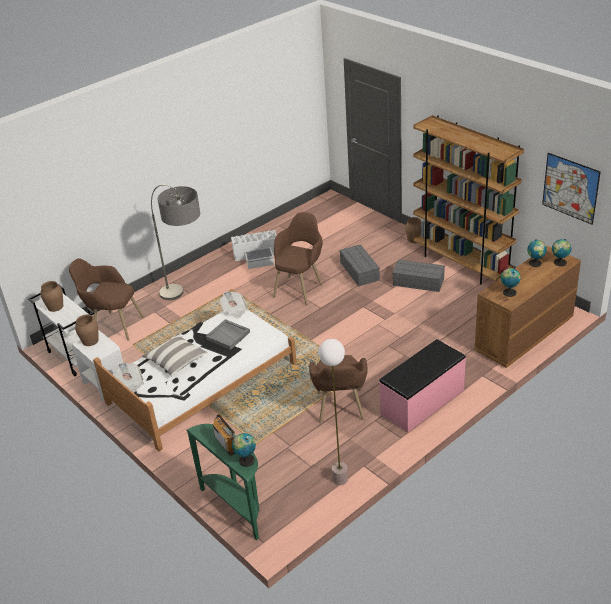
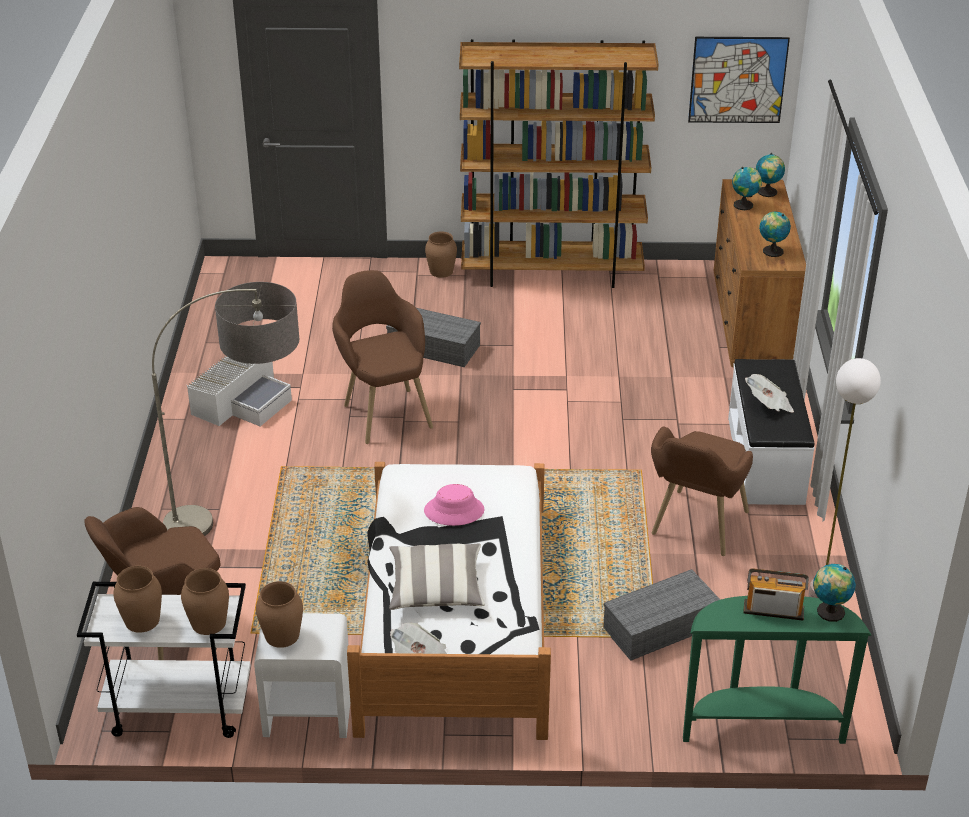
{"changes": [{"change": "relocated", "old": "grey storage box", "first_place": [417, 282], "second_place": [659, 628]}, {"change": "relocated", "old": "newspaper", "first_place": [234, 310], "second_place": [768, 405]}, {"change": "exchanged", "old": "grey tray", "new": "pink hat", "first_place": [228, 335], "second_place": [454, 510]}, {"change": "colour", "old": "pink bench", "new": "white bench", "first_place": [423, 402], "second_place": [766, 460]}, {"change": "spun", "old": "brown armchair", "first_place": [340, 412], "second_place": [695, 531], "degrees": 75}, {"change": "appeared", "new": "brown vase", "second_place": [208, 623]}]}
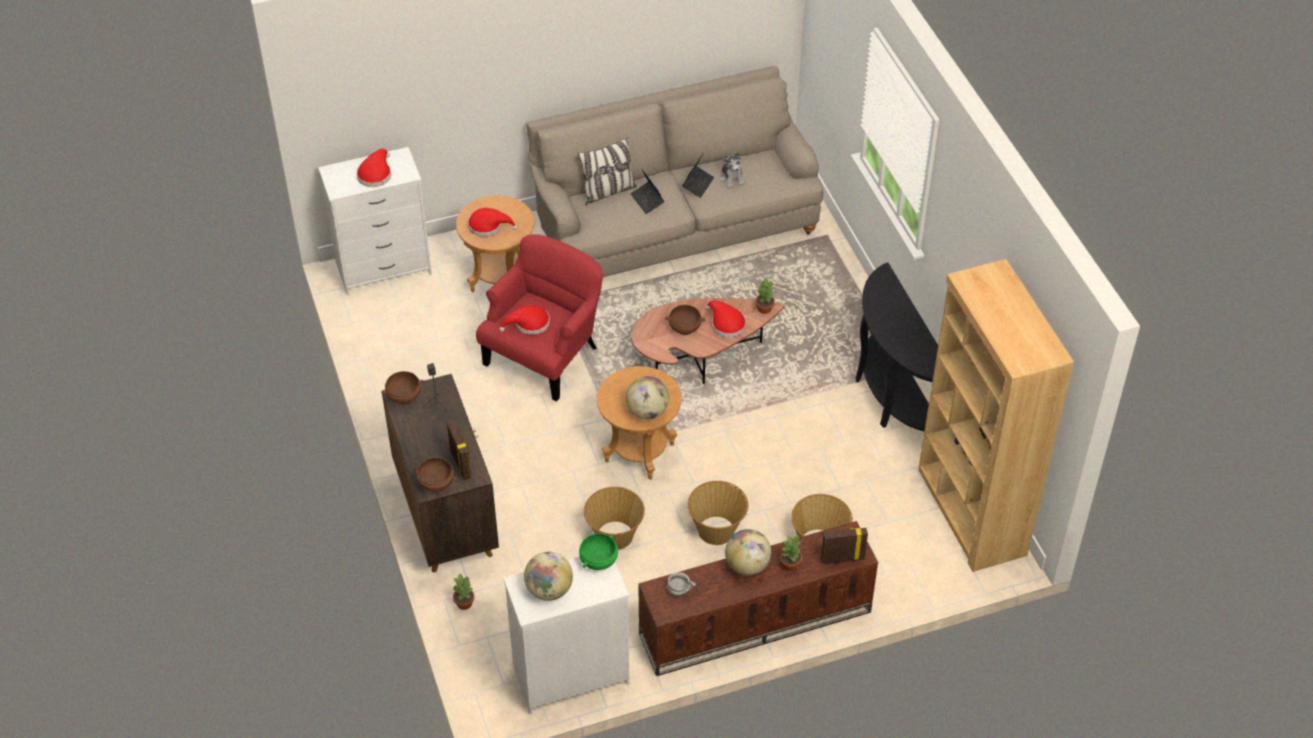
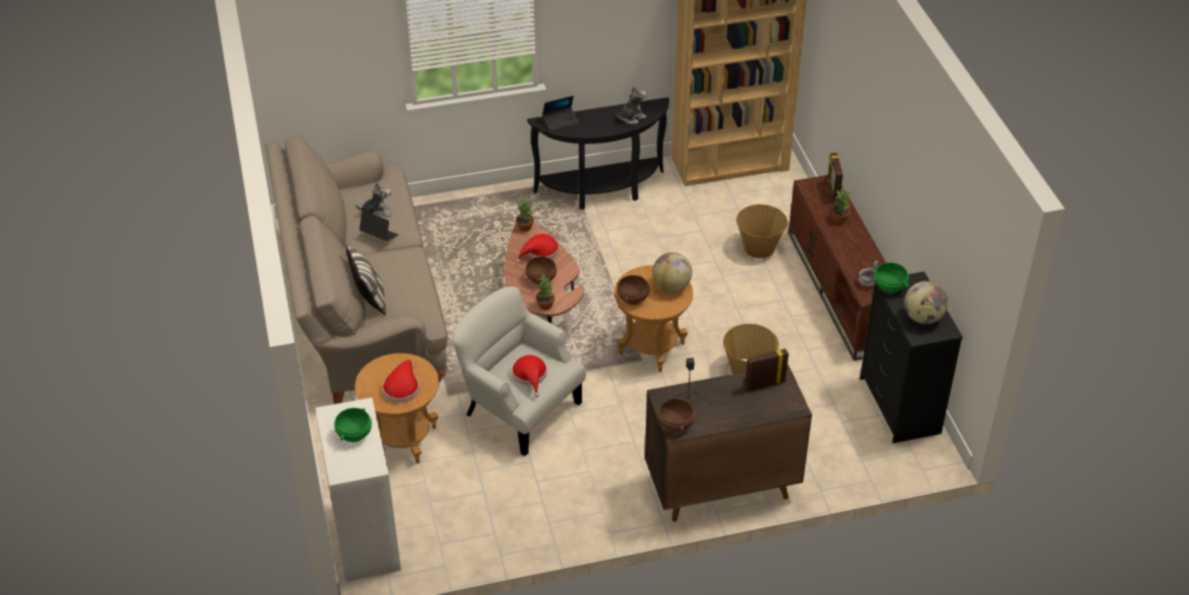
{"changes": [{"change": "exchanged", "old": "red hat", "new": "green bowl", "first_place": [375, 174], "second_place": [354, 434]}, {"change": "relocated", "old": "laptop", "first_place": [647, 200], "second_place": [560, 121]}, {"change": "colour", "old": "red armchair", "new": "white armchair", "first_place": [545, 355], "second_place": [519, 408]}, {"change": "relocated", "old": "brown bowl", "first_place": [436, 484], "second_place": [633, 298]}, {"change": "missing", "old": "basket", "first_place": [717, 530]}, {"change": "missing", "old": "globe", "first_place": [747, 565]}, {"change": "colour", "old": "white dresser", "new": "black dresser", "first_place": [571, 675], "second_place": [899, 405]}, {"change": "relocated", "old": "potted plant", "first_place": [464, 603], "second_place": [545, 305]}, {"change": "appeared", "new": "plush toy", "second_place": [631, 117]}]}
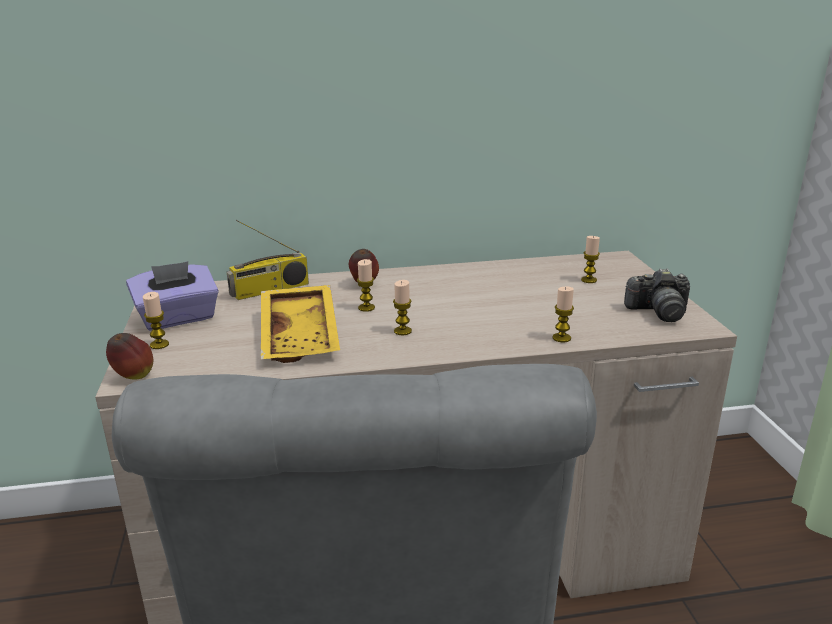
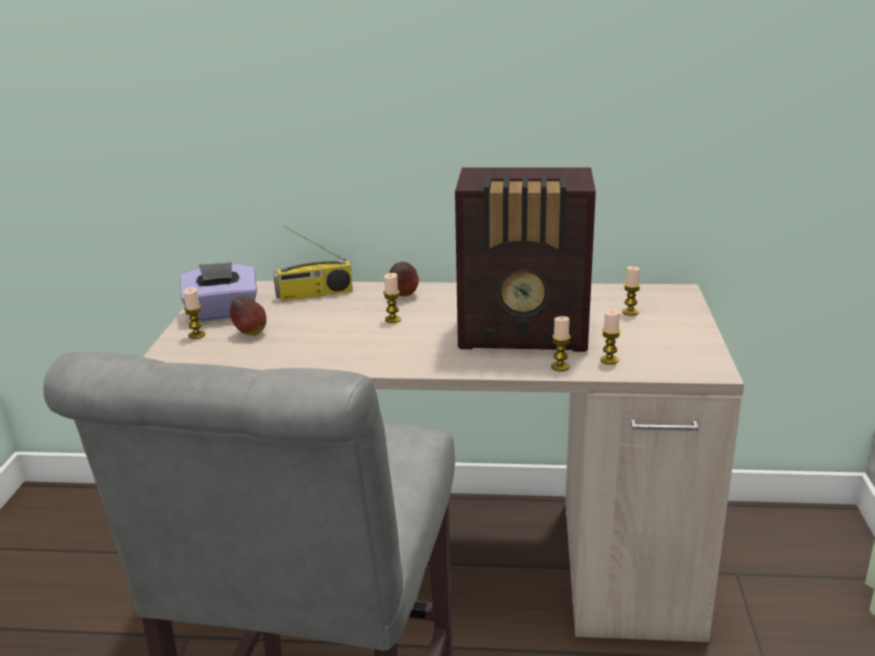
{"changes": [{"change": "missing", "old": "photo camera", "first_place": [658, 312]}, {"change": "relocated", "old": "candle", "first_place": [402, 331], "second_place": [609, 360]}, {"change": "missing", "old": "yellow tray", "first_place": [302, 336]}, {"change": "relocated", "old": "apple", "first_place": [133, 377], "second_place": [250, 334]}, {"change": "appeared", "new": "radio", "second_place": [526, 334]}]}
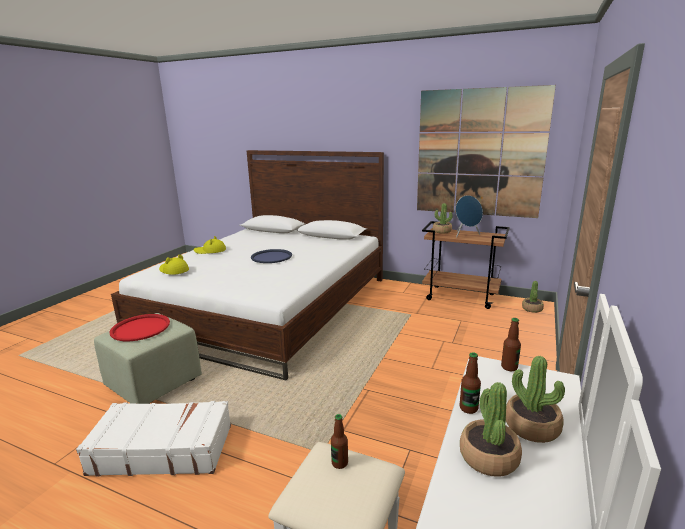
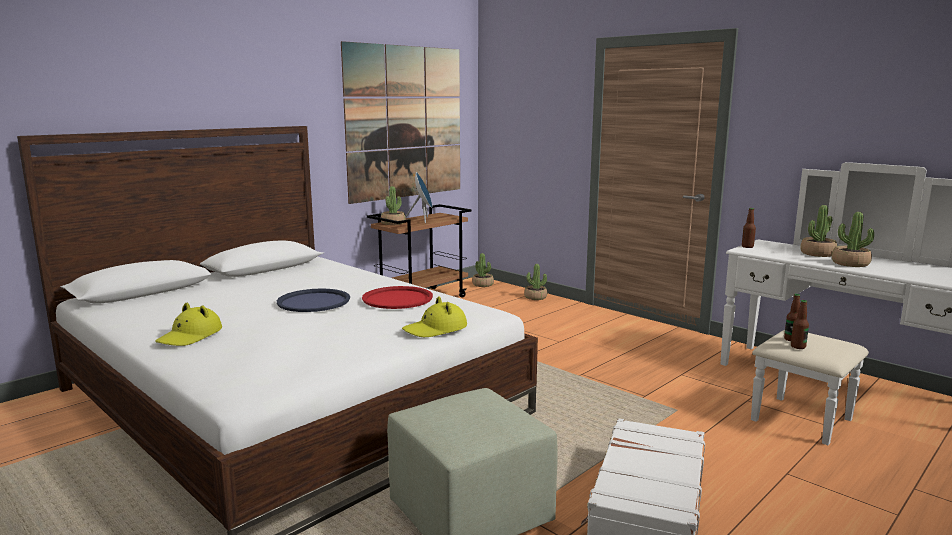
{"changes": [{"change": "relocated", "old": "yellow hat", "first_place": [173, 270], "second_place": [435, 329]}, {"change": "relocated", "old": "red tray", "first_place": [140, 328], "second_place": [397, 299]}, {"change": "relocated", "old": "bottle", "first_place": [468, 408], "second_place": [798, 347]}, {"change": "appeared", "new": "potted plant", "second_place": [535, 297]}]}
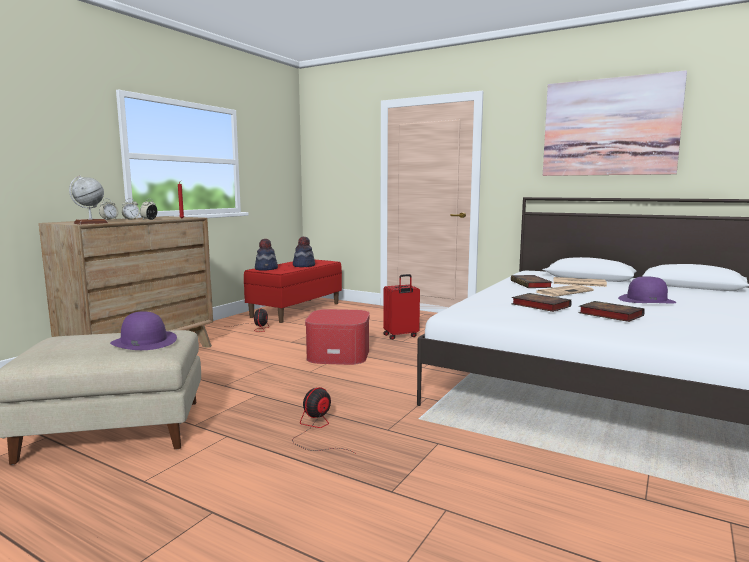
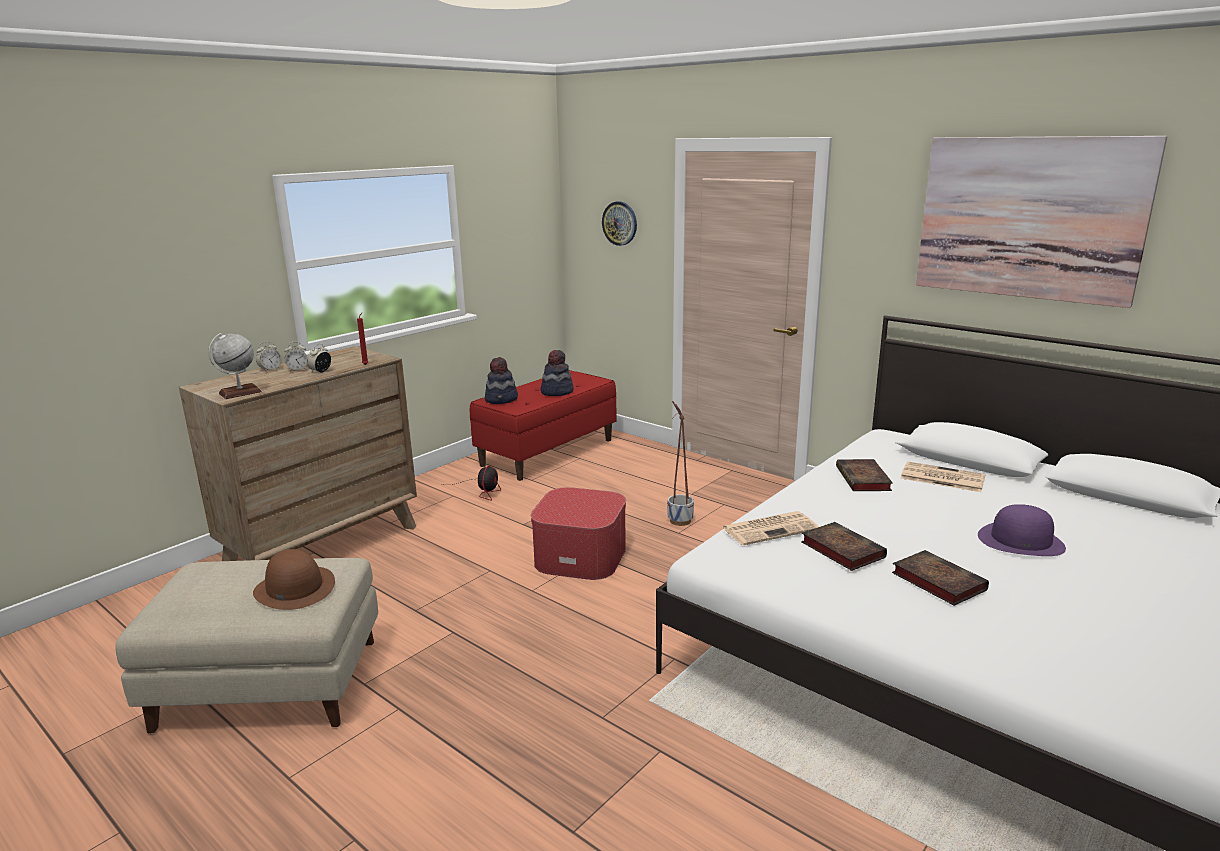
{"changes": [{"change": "exchanged", "old": "red suitcase", "new": "planter", "first_place": [401, 336], "second_place": [680, 521]}, {"change": "relocated", "old": "newspaper", "first_place": [564, 291], "second_place": [770, 528]}, {"change": "colour", "old": "purple hat", "new": "brown hat", "first_place": [144, 341], "second_place": [294, 588]}, {"change": "missing", "old": "fan", "first_place": [317, 430]}, {"change": "appeared", "new": "wall clock", "second_place": [620, 223]}]}
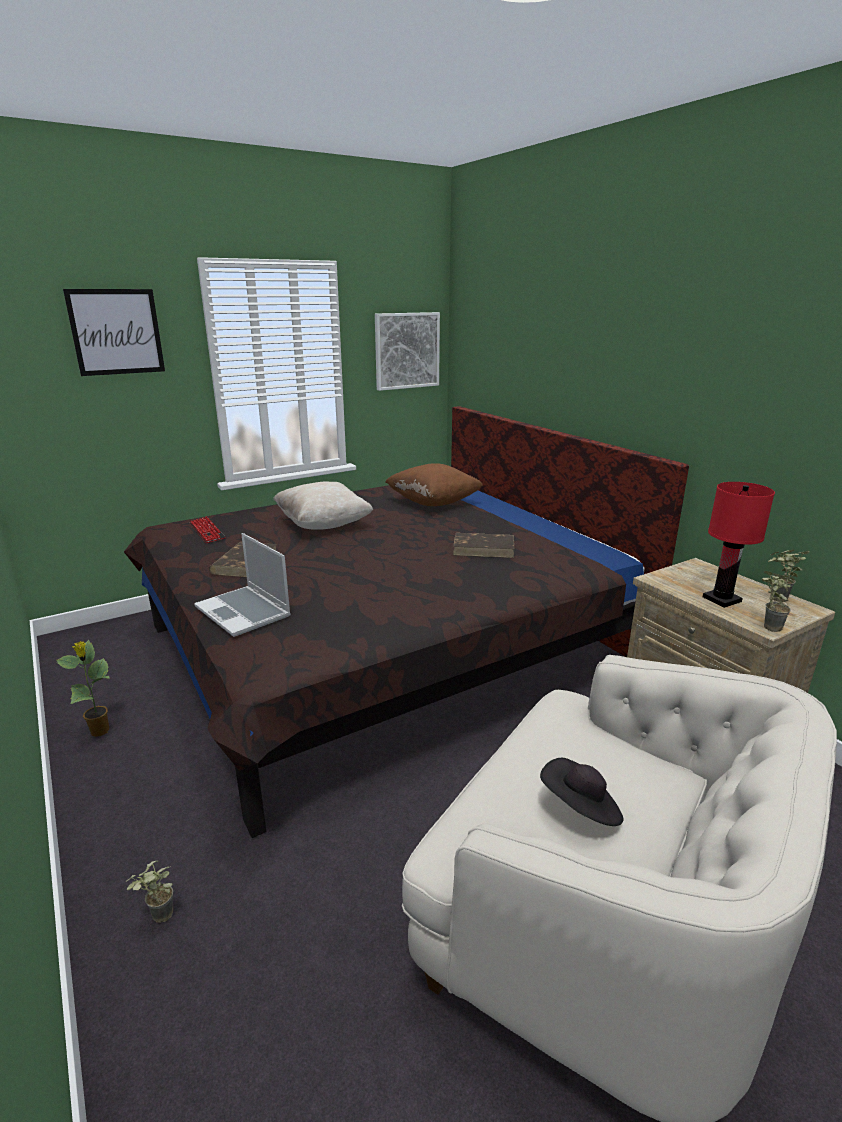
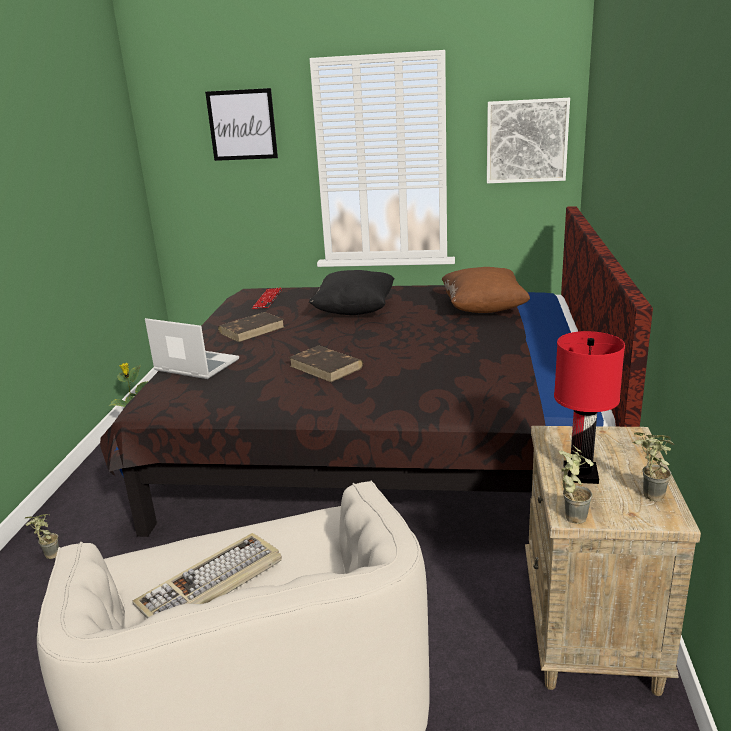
{"changes": [{"change": "colour", "old": "beige pillow", "new": "black pillow", "first_place": [323, 524], "second_place": [354, 311]}, {"change": "spun", "old": "laptop", "first_place": [244, 612], "second_place": [195, 366], "degrees": 120}, {"change": "relocated", "old": "brown book", "first_place": [484, 548], "second_place": [326, 367]}, {"change": "exchanged", "old": "black hat", "new": "keyboard", "first_place": [580, 809], "second_place": [211, 584]}]}
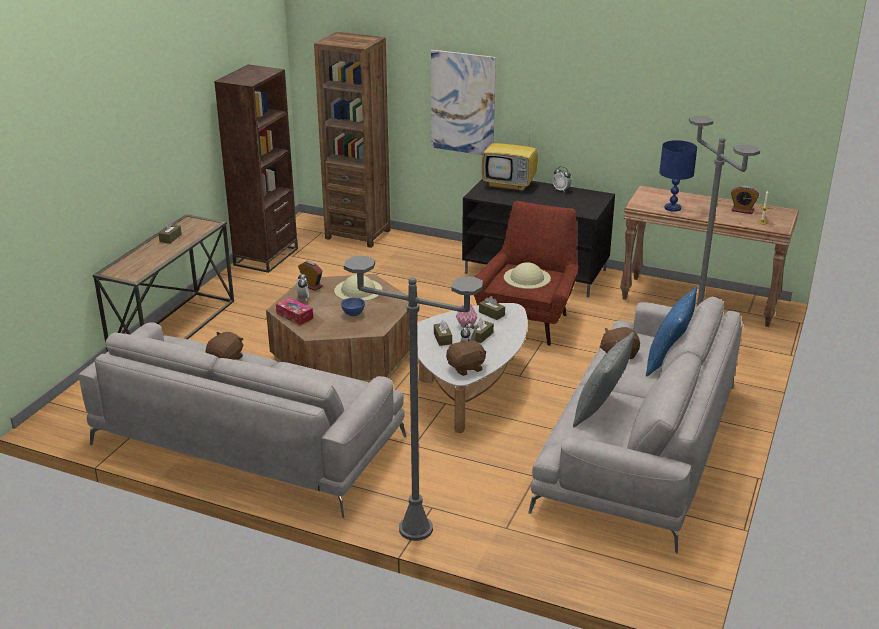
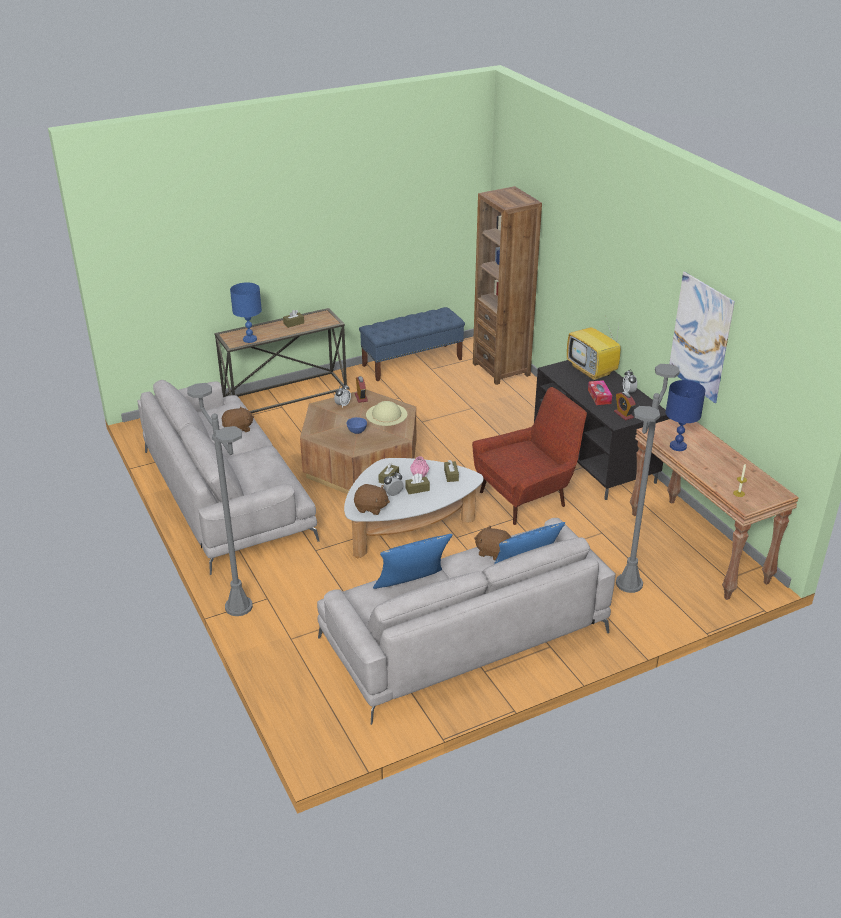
{"changes": [{"change": "relocated", "old": "picture", "first_place": [462, 103], "second_place": [700, 337]}, {"change": "exchanged", "old": "brown bookcase", "new": "blue bench", "first_place": [266, 257], "second_place": [412, 362]}, {"change": "relocated", "old": "alarm clock", "first_place": [742, 210], "second_place": [623, 414]}, {"change": "missing", "old": "beige hat", "first_place": [527, 277]}, {"change": "relocated", "old": "tissue box", "first_place": [294, 316], "second_place": [599, 397]}, {"change": "colour", "old": "grey pillow", "new": "blue pillow", "first_place": [601, 409], "second_place": [412, 586]}, {"change": "appeared", "new": "blue table lamp", "second_place": [249, 339]}]}
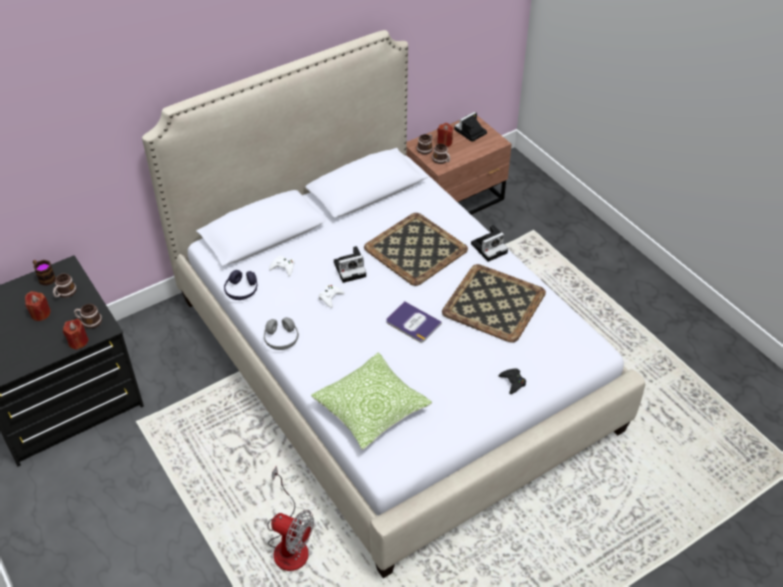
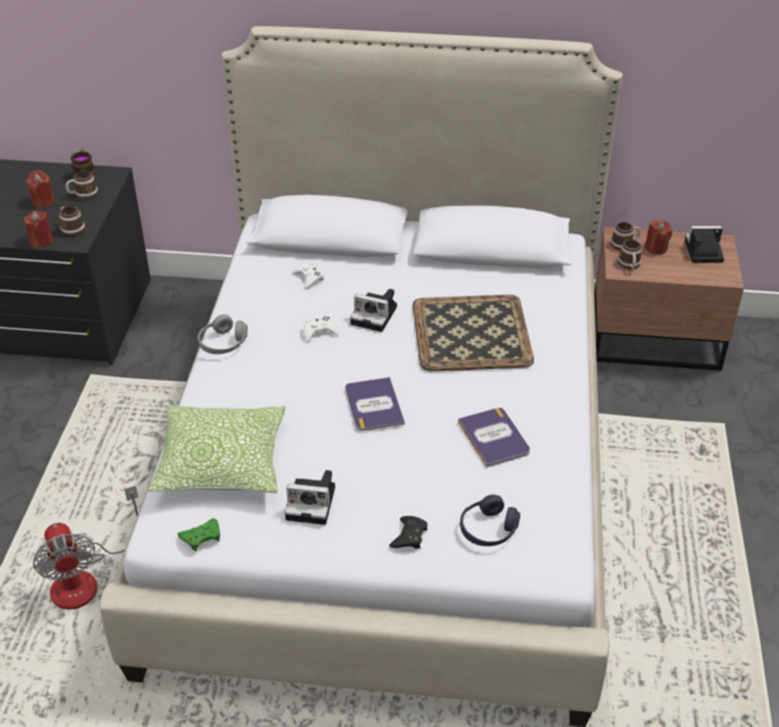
{"changes": [{"change": "relocated", "old": "photo camera", "first_place": [490, 247], "second_place": [313, 503]}, {"change": "exchanged", "old": "tray", "new": "book", "first_place": [493, 302], "second_place": [494, 437]}, {"change": "relocated", "old": "purple headphones", "first_place": [241, 290], "second_place": [488, 529]}, {"change": "appeared", "new": "green game controller", "second_place": [201, 537]}]}
